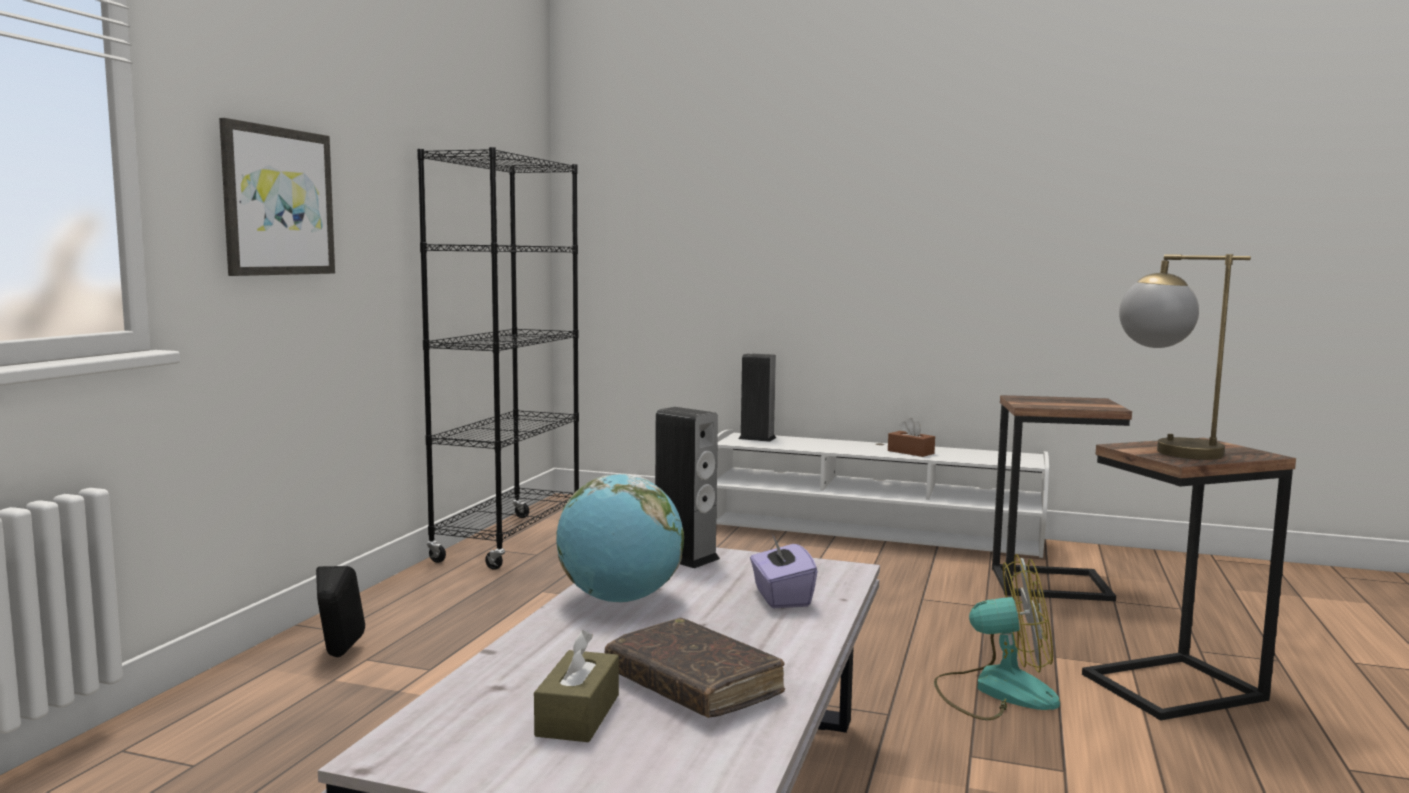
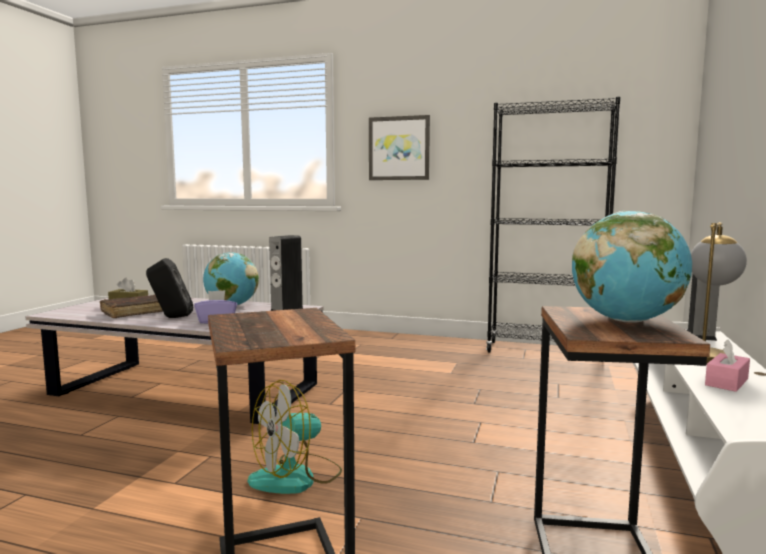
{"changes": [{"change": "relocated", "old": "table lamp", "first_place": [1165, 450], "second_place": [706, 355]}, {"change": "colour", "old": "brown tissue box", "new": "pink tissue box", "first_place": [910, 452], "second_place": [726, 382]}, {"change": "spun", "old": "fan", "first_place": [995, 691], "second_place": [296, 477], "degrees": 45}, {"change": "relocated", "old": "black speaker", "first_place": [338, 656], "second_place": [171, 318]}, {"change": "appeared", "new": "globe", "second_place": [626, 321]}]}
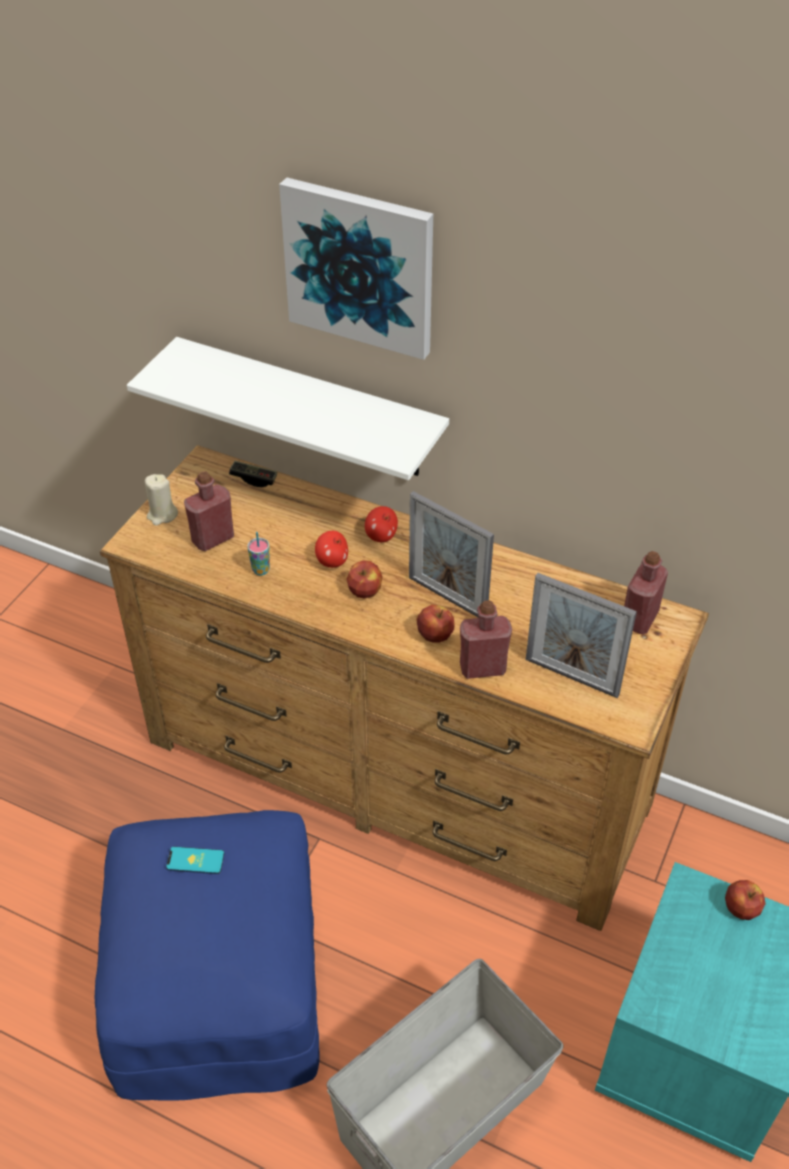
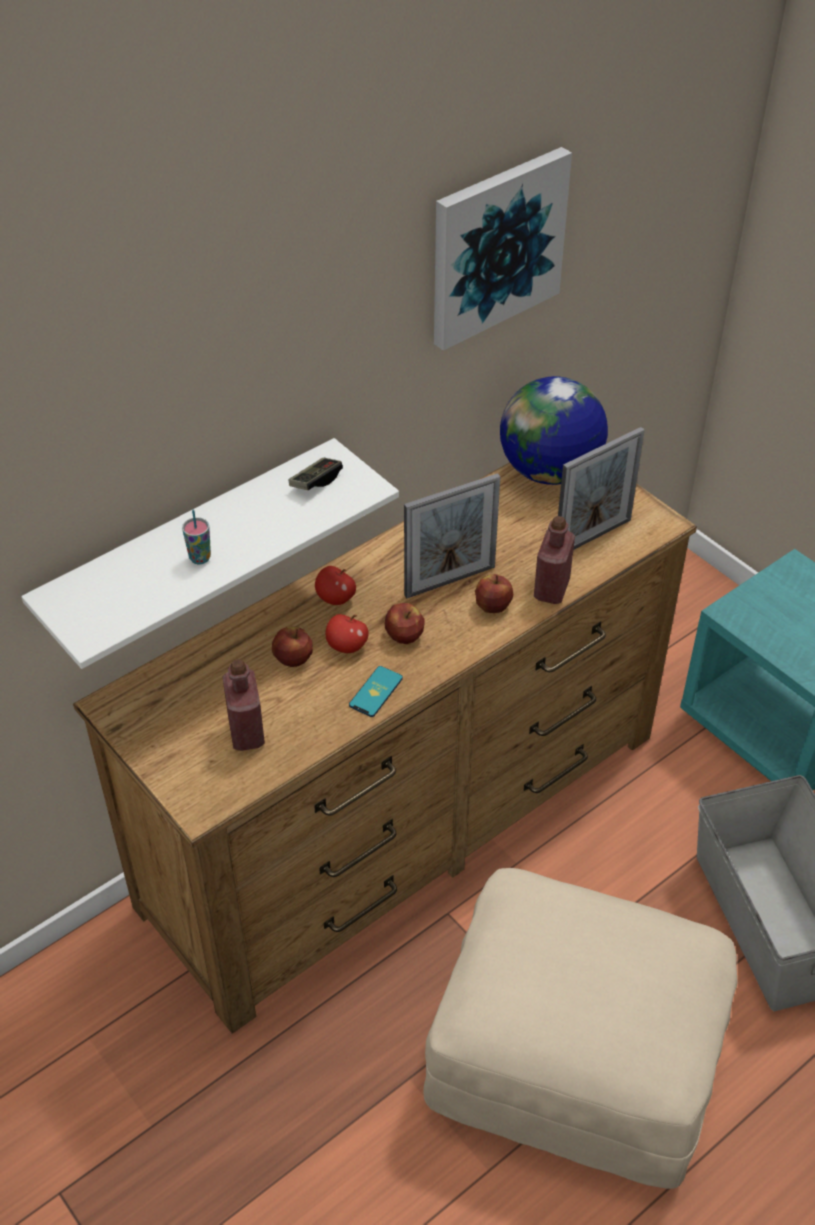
{"changes": [{"change": "relocated", "old": "picture", "first_place": [360, 267], "second_place": [496, 246]}, {"change": "relocated", "old": "game controller", "first_place": [254, 479], "second_place": [316, 481]}, {"change": "missing", "old": "beige candle", "first_place": [162, 515]}, {"change": "relocated", "old": "cup", "first_place": [261, 570], "second_place": [200, 558]}, {"change": "exchanged", "old": "red bottle", "new": "globe", "first_place": [639, 619], "second_place": [549, 472]}, {"change": "colour", "old": "blue ottoman", "new": "beige ottoman", "first_place": [220, 984], "second_place": [576, 1059]}, {"change": "relocated", "old": "phone", "first_place": [195, 860], "second_place": [376, 692]}, {"change": "relocated", "old": "apple", "first_place": [741, 908], "second_place": [293, 659]}]}
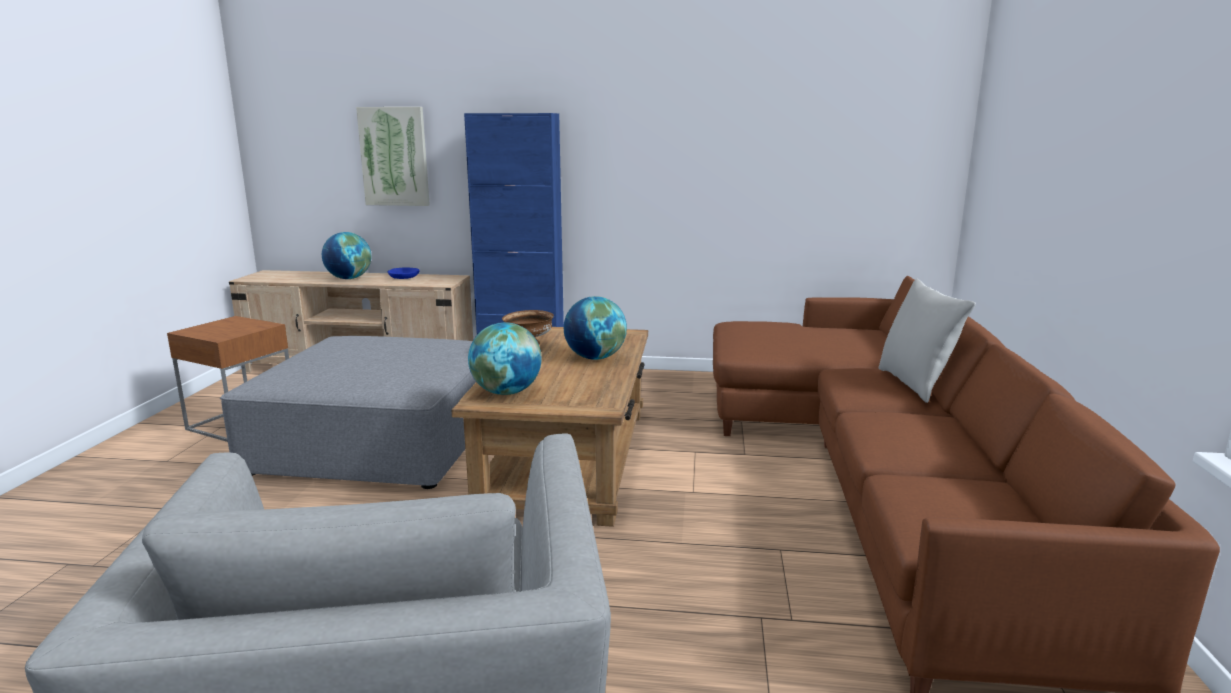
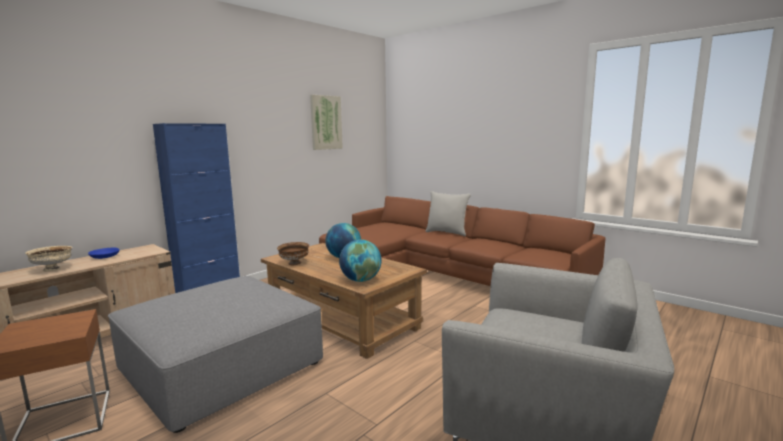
{"changes": [{"change": "relocated", "old": "picture", "first_place": [394, 156], "second_place": [326, 122]}, {"change": "exchanged", "old": "globe", "new": "beige bowl", "first_place": [349, 278], "second_place": [52, 269]}]}
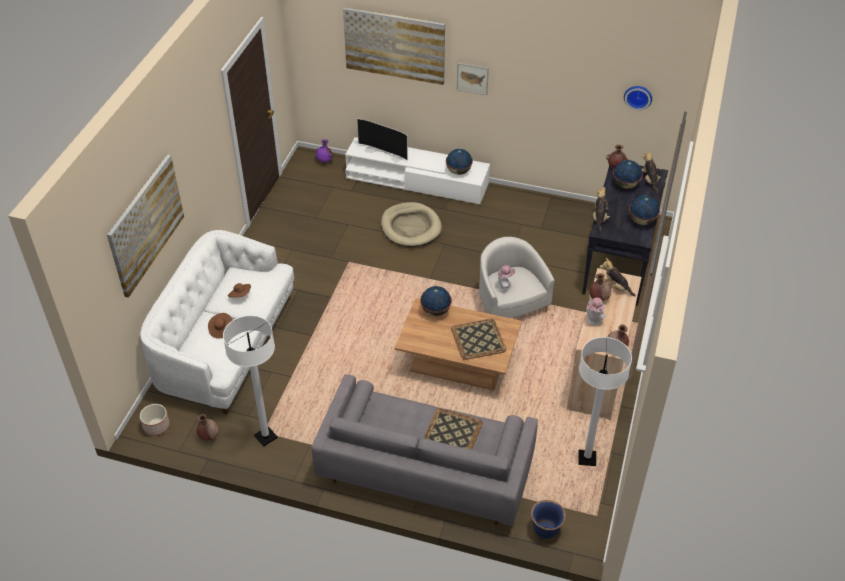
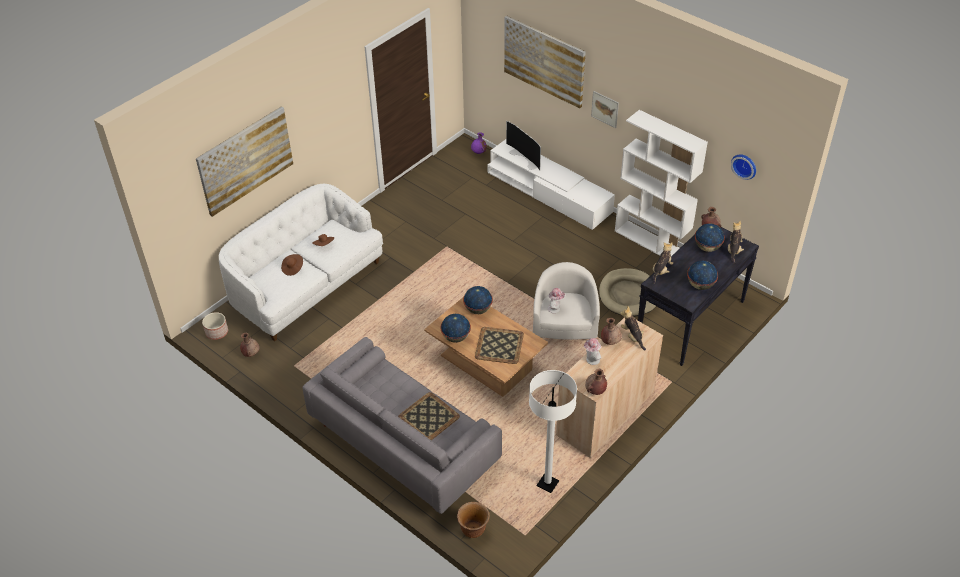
{"changes": [{"change": "relocated", "old": "globe", "first_place": [459, 172], "second_place": [456, 338]}, {"change": "relocated", "old": "beige dog bed", "first_place": [411, 227], "second_place": [628, 295]}, {"change": "missing", "old": "white floor lamp", "first_place": [265, 437]}, {"change": "colour", "old": "blue planter", "new": "brown planter", "first_place": [545, 529], "second_place": [473, 529]}, {"change": "appeared", "new": "white bookcase", "second_place": [651, 242]}]}
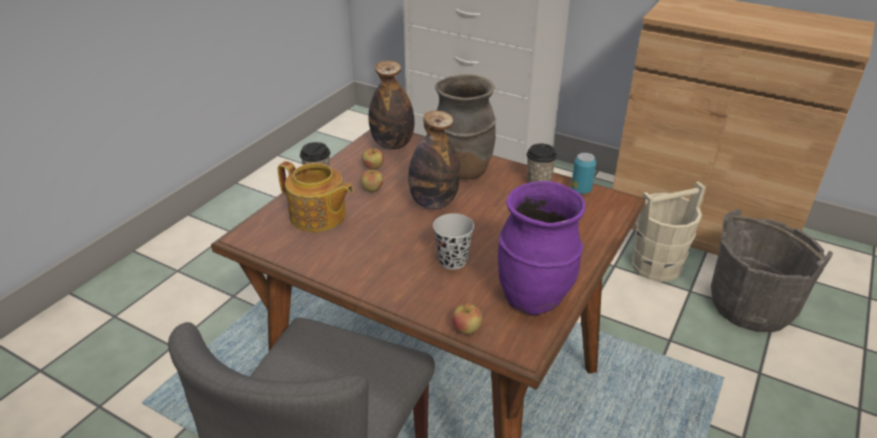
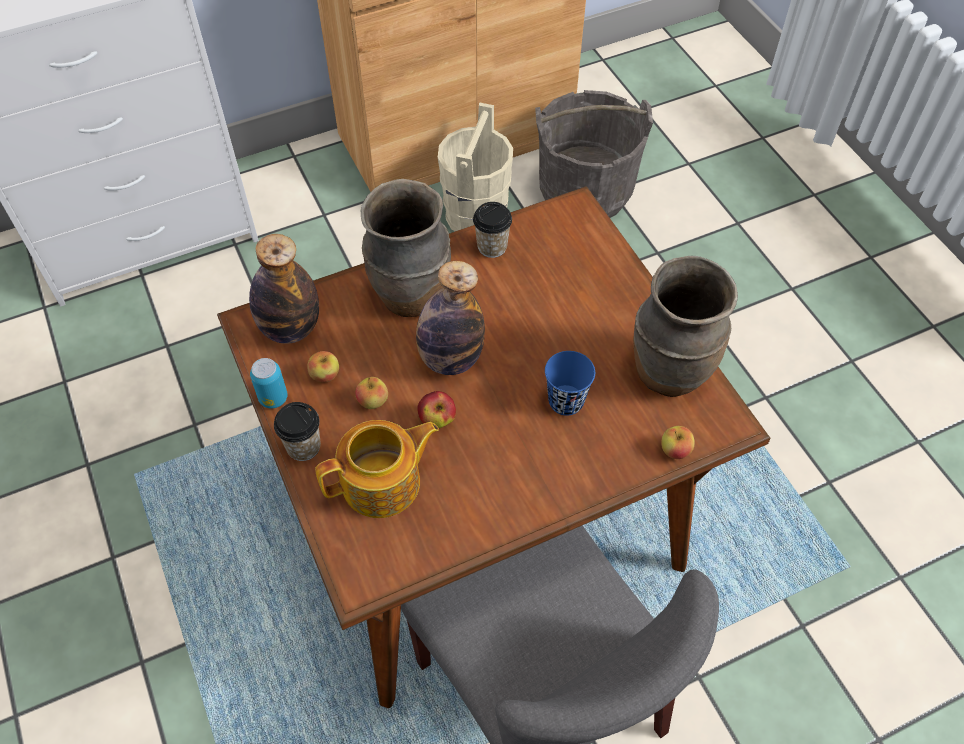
{"changes": [{"change": "relocated", "old": "can", "first_place": [581, 190], "second_place": [273, 398]}, {"change": "colour", "old": "purple vase", "new": "brown vase", "first_place": [534, 298], "second_place": [669, 371]}, {"change": "colour", "old": "black cup", "new": "blue cup", "first_place": [453, 261], "second_place": [566, 401]}, {"change": "appeared", "new": "apple", "second_place": [437, 420]}]}
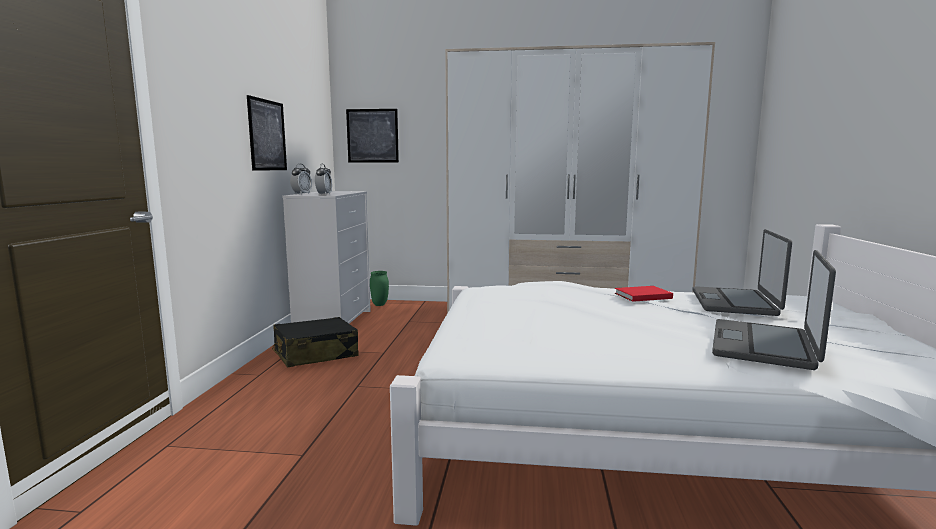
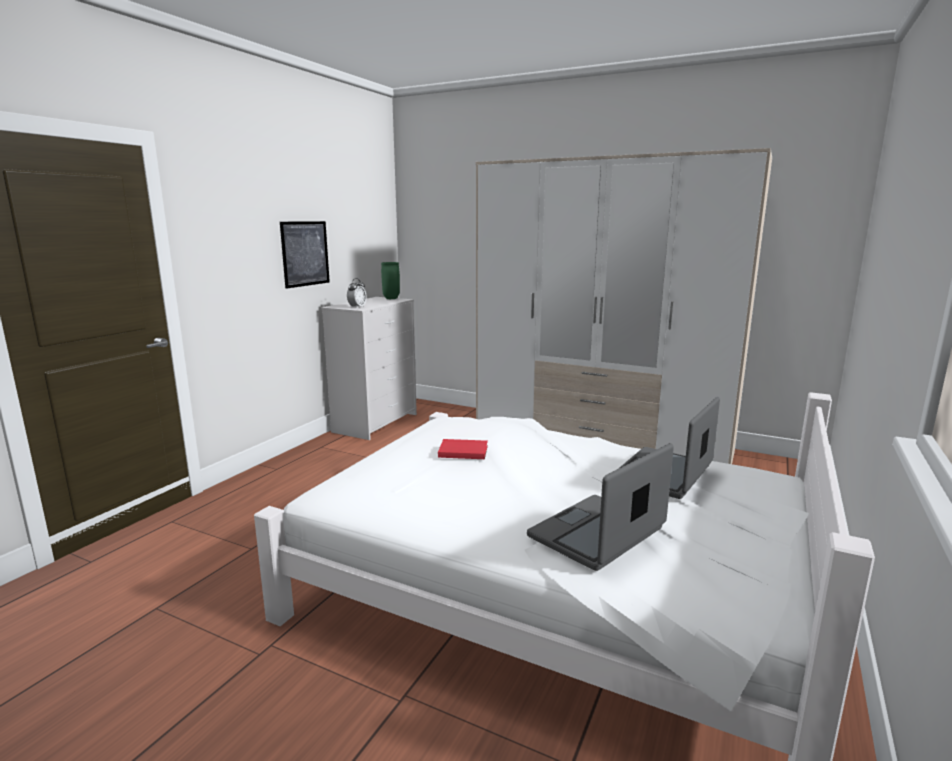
{"changes": [{"change": "missing", "old": "picture", "first_place": [372, 136]}, {"change": "missing", "old": "alarm clock", "first_place": [301, 194]}, {"change": "relocated", "old": "green vase", "first_place": [380, 305], "second_place": [392, 298]}, {"change": "relocated", "old": "red book", "first_place": [641, 296], "second_place": [462, 451]}, {"change": "missing", "old": "black suitcase", "first_place": [315, 354]}]}
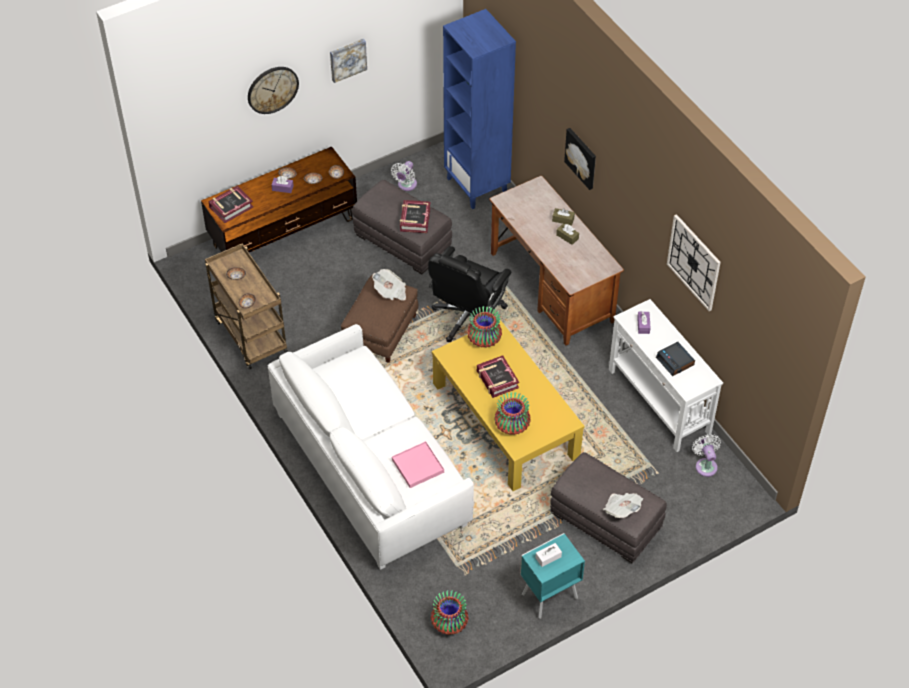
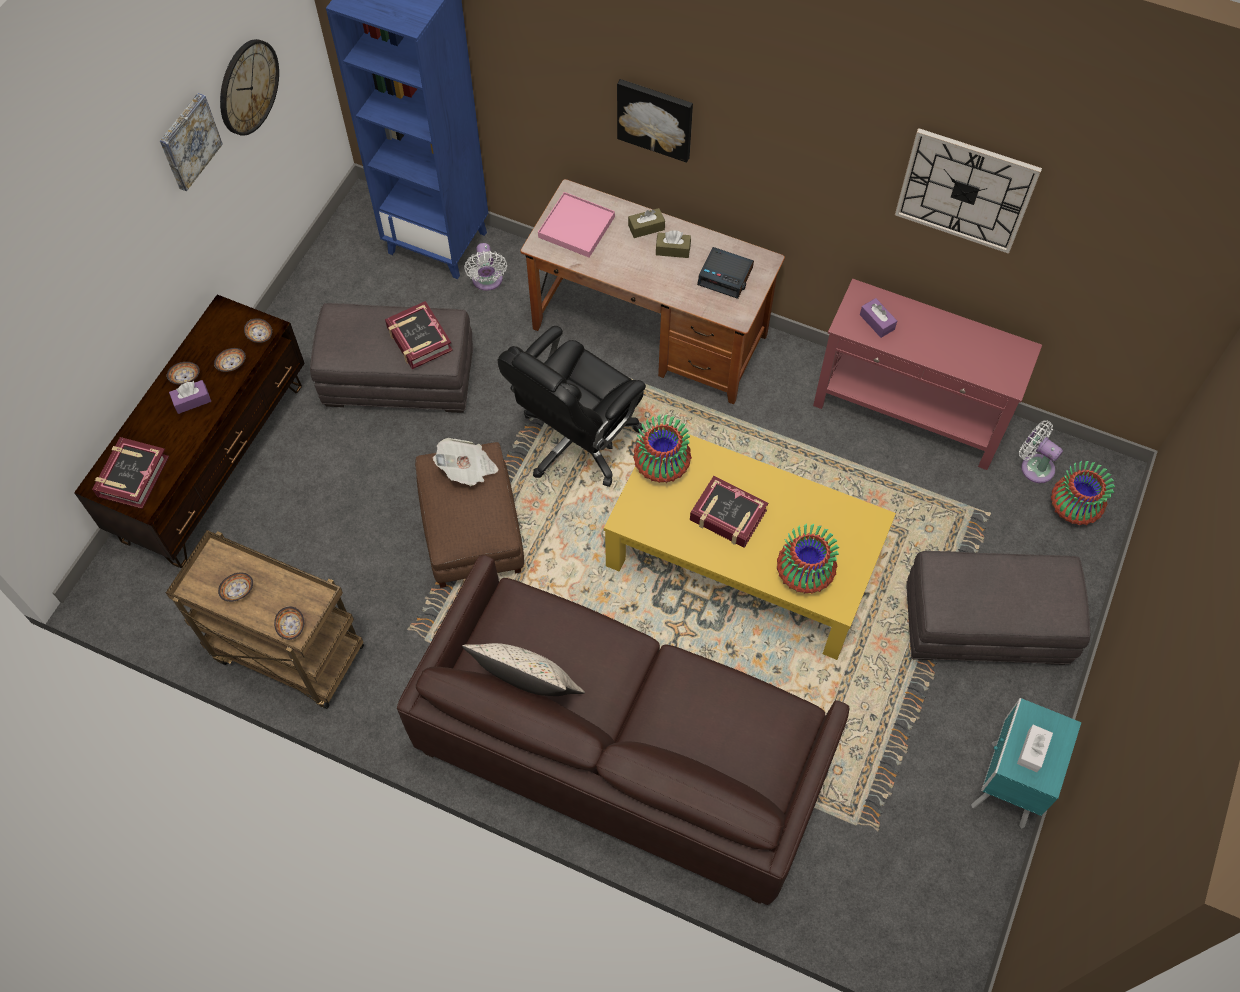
{"changes": [{"change": "relocated", "old": "wall clock", "first_place": [272, 89], "second_place": [248, 87]}, {"change": "relocated", "old": "white fan", "first_place": [406, 185], "second_place": [487, 281]}, {"change": "spun", "old": "black office chair", "first_place": [468, 319], "second_place": [577, 441], "degrees": 45}, {"change": "colour", "old": "white console table", "new": "red console table", "first_place": [659, 402], "second_place": [910, 413]}, {"change": "colour", "old": "white sofa", "new": "brown sofa", "first_place": [371, 467], "second_place": [622, 750]}, {"change": "relocated", "old": "alarm clock", "first_place": [675, 361], "second_place": [726, 276]}, {"change": "relocated", "old": "pink tray", "first_place": [418, 466], "second_place": [576, 227]}, {"change": "missing", "old": "newspaper", "first_place": [621, 509]}, {"change": "relocated", "old": "vase", "first_place": [449, 623], "second_place": [1073, 508]}, {"change": "appeared", "new": "beige pillow", "second_place": [528, 687]}]}
